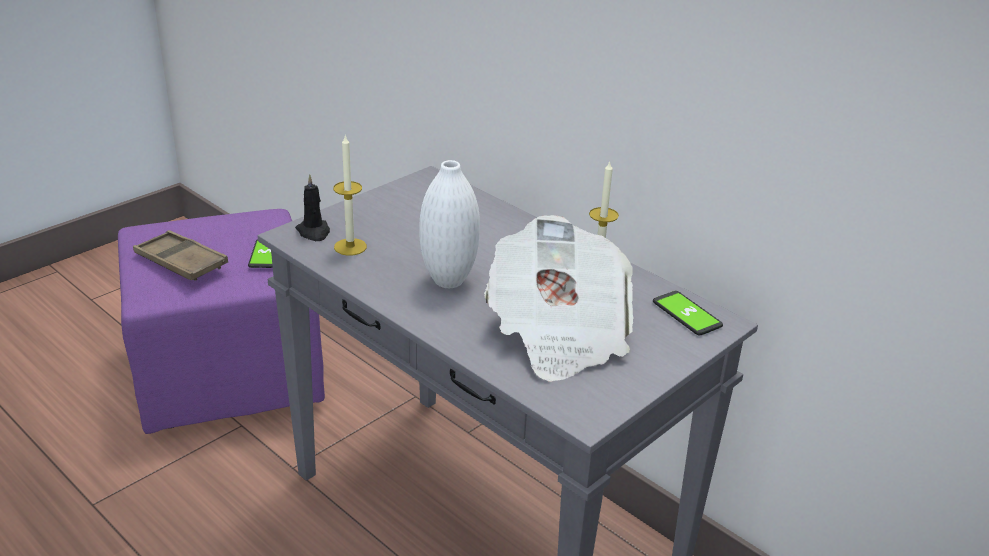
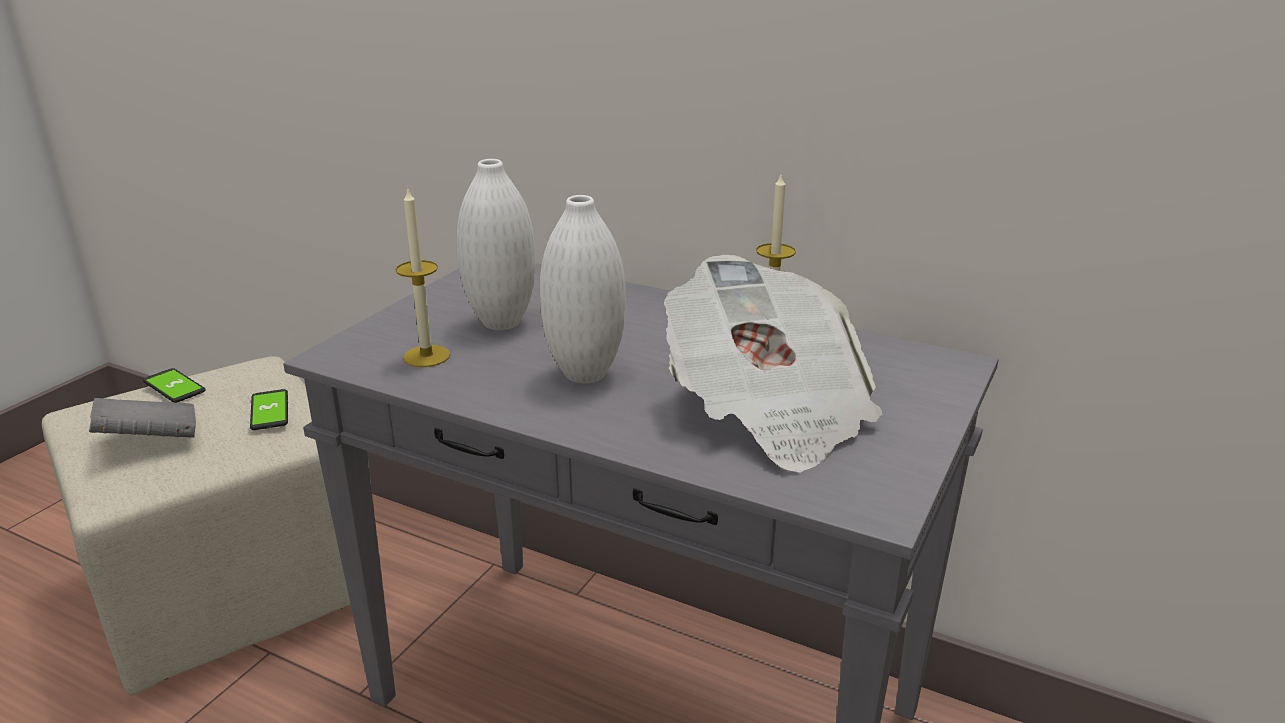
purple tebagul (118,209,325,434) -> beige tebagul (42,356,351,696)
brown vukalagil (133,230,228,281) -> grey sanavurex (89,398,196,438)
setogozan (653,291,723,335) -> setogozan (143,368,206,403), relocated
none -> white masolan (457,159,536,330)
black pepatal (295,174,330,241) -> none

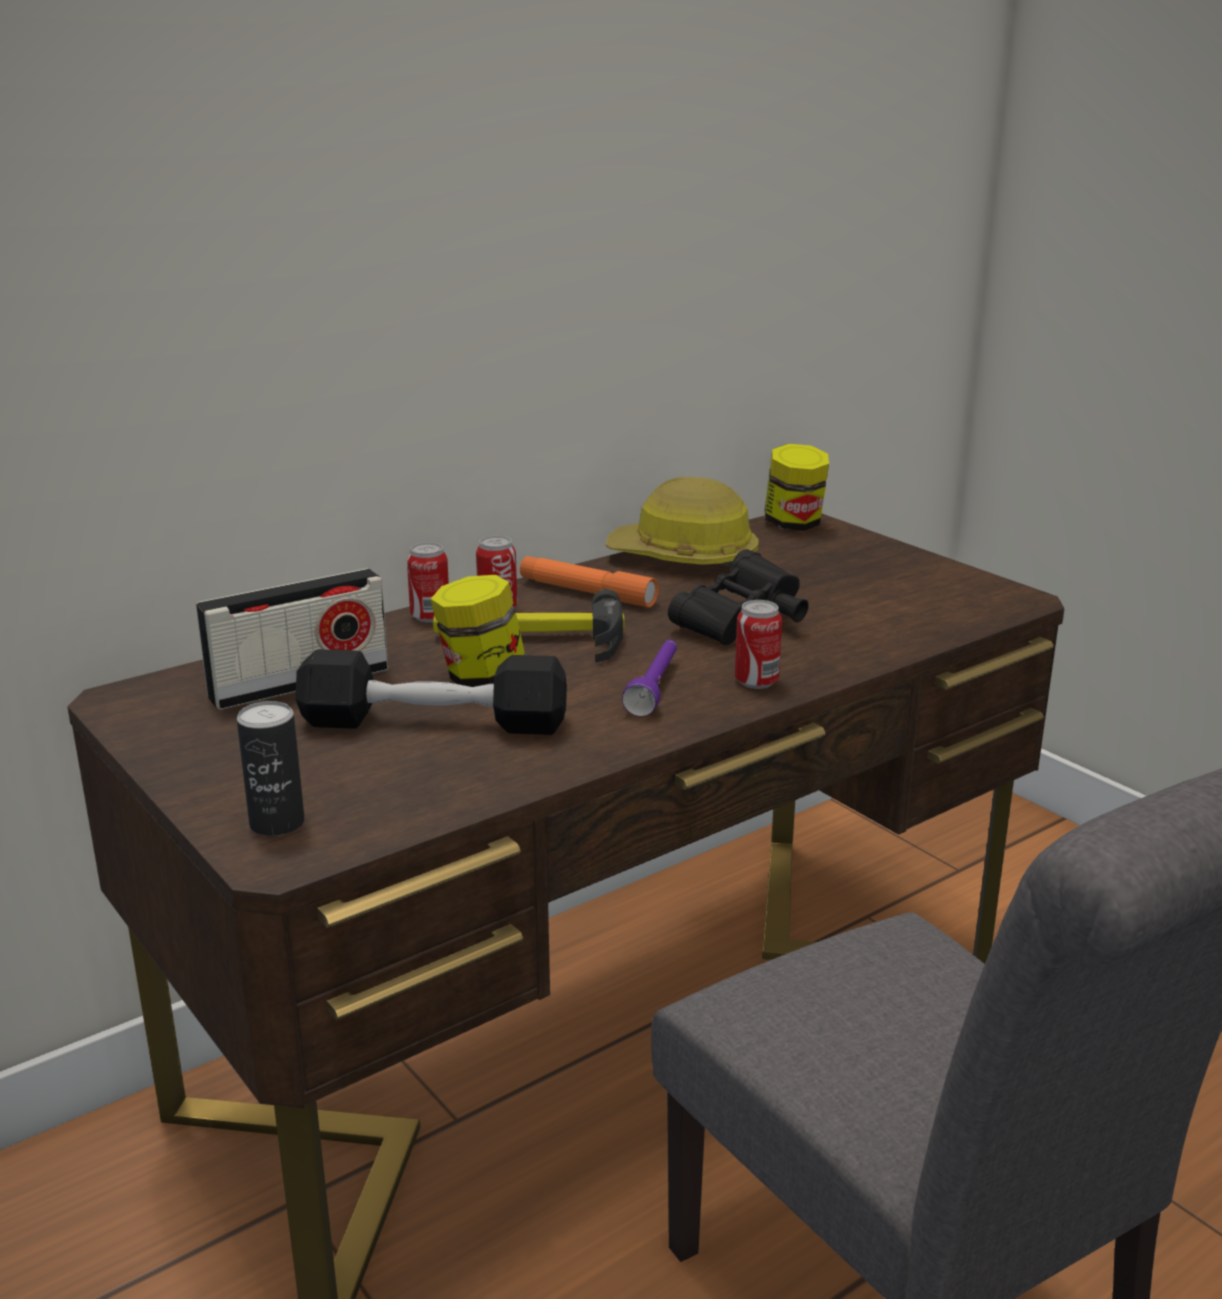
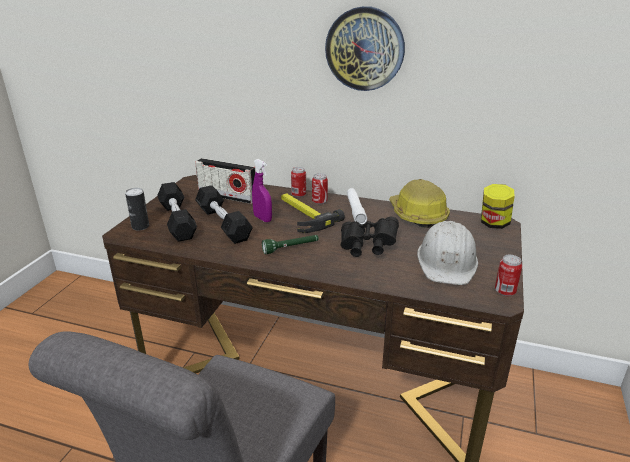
none -> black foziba (157,182,197,242)
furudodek (431,575,525,687) -> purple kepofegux (252,159,272,222)
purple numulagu (622,640,677,717) -> green numulagu (262,235,319,254)
none -> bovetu (325,6,405,91)
orange numulagu (520,556,659,608) -> white numulagu (347,188,367,224)
none -> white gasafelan (417,221,478,285)
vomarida (735,600,782,689) -> vomarida (495,255,522,296), relocated

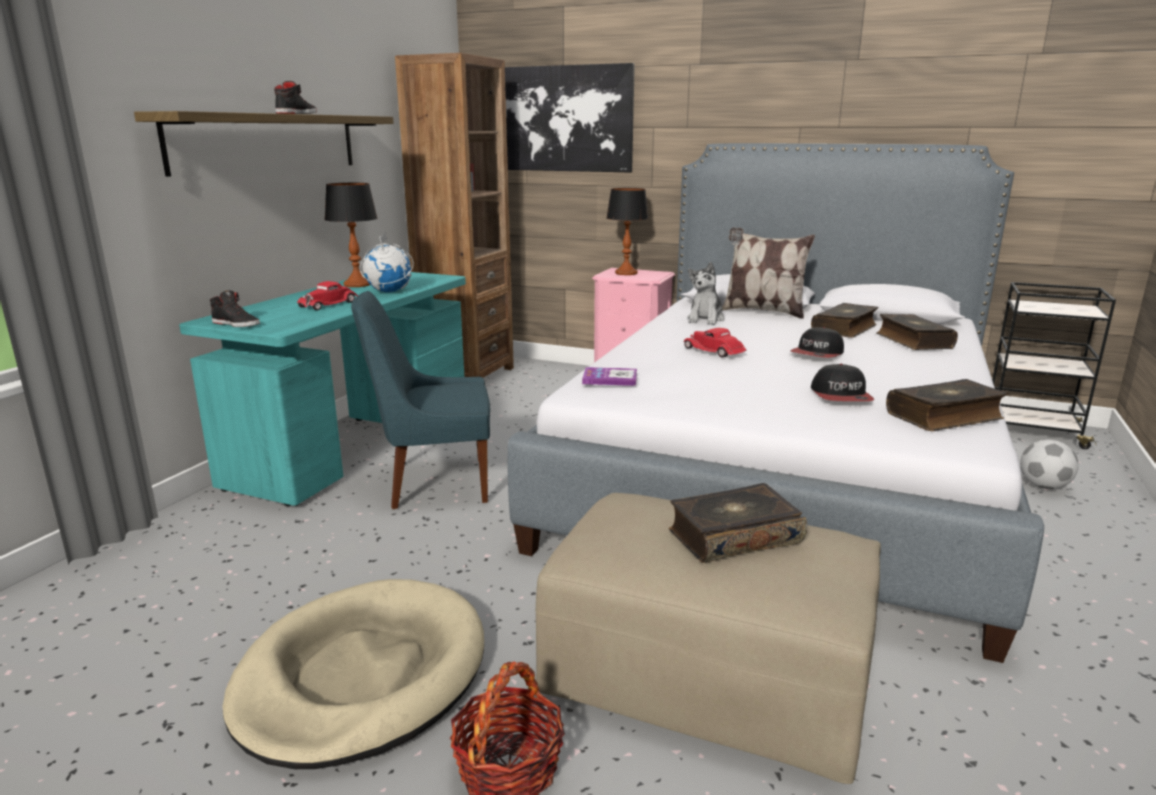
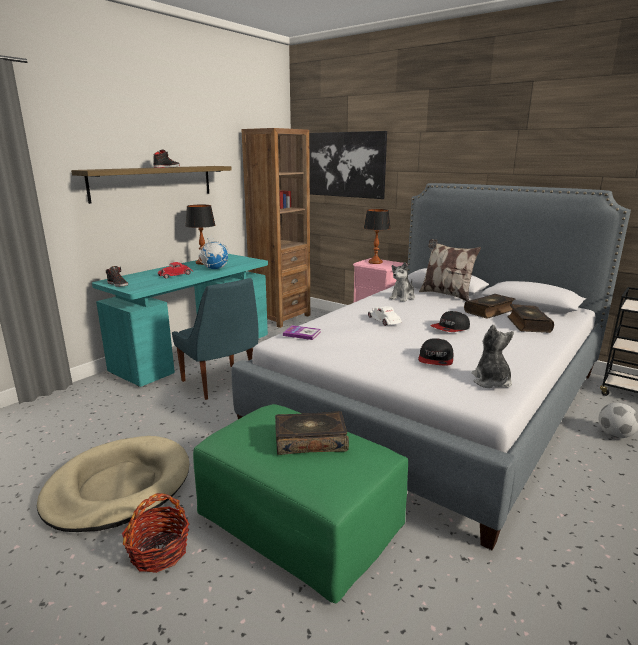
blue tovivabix (351,291,490,509) -> blue tovivabix (172,278,259,400), 135 degrees counterclockwise
beige tebagul (535,493,881,784) -> green tebagul (193,404,408,603)
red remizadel (684,328,747,358) -> white remizadel (368,306,402,326)
sanavurex (886,379,1008,431) -> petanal (472,324,514,388)

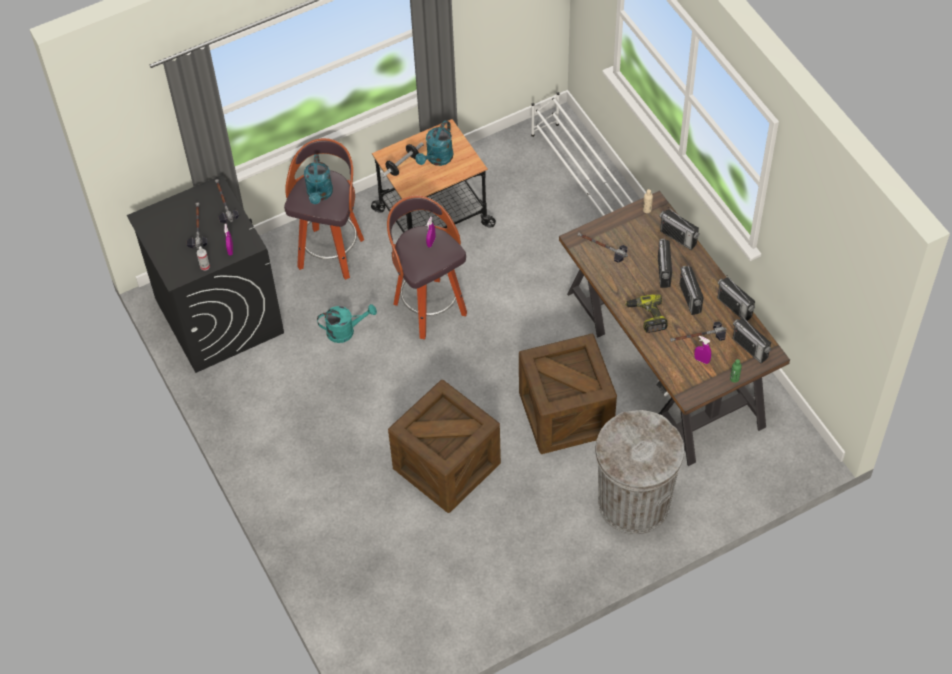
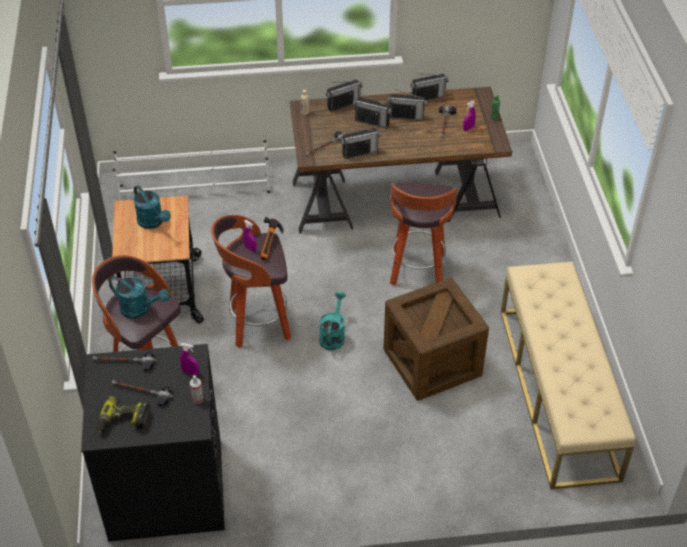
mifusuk (625,294,668,333) -> mifusuk (97,396,150,433), relocated
none -> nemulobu (260,217,284,260)
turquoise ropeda (317,304,377,343) -> turquoise ropeda (319,292,346,351), relocated
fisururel (733,316,771,363) -> fisururel (340,128,381,159), relocated
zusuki (519,334,617,454) -> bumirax (390,183,457,286)
none -> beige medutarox (501,261,636,489)
foziba (381,142,424,178) -> none
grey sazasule (595,410,684,535) -> none

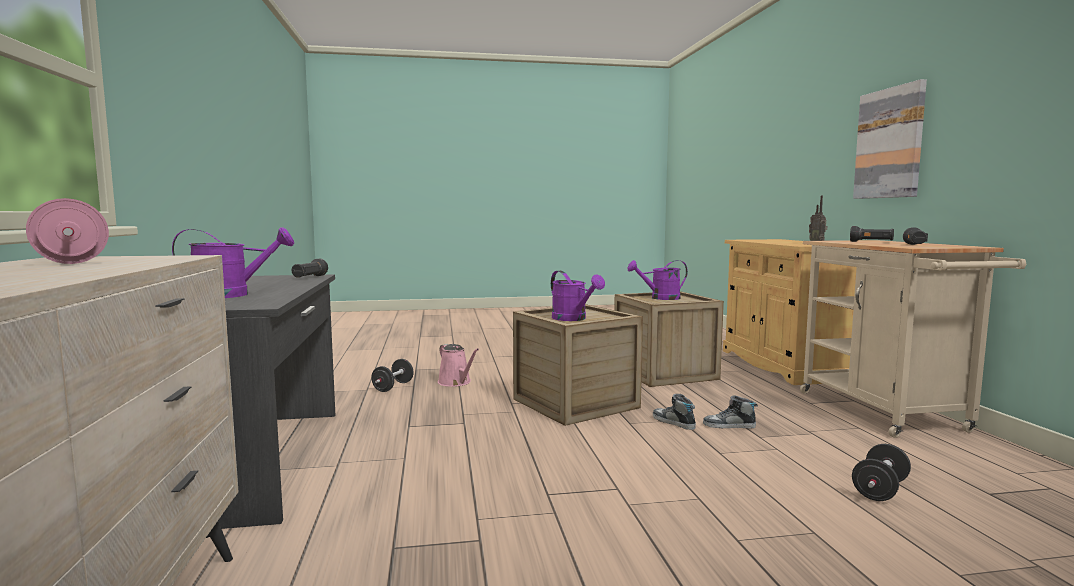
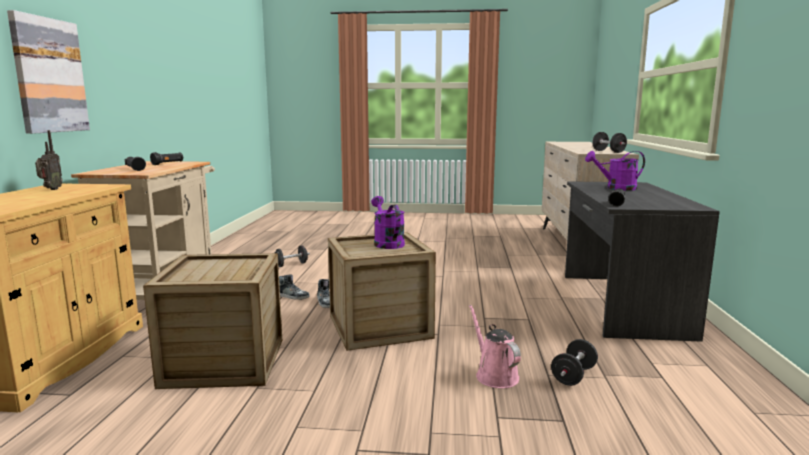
pink foziba (26,198,109,264) -> black foziba (592,132,627,153)
purple ropeda (627,260,688,300) -> none

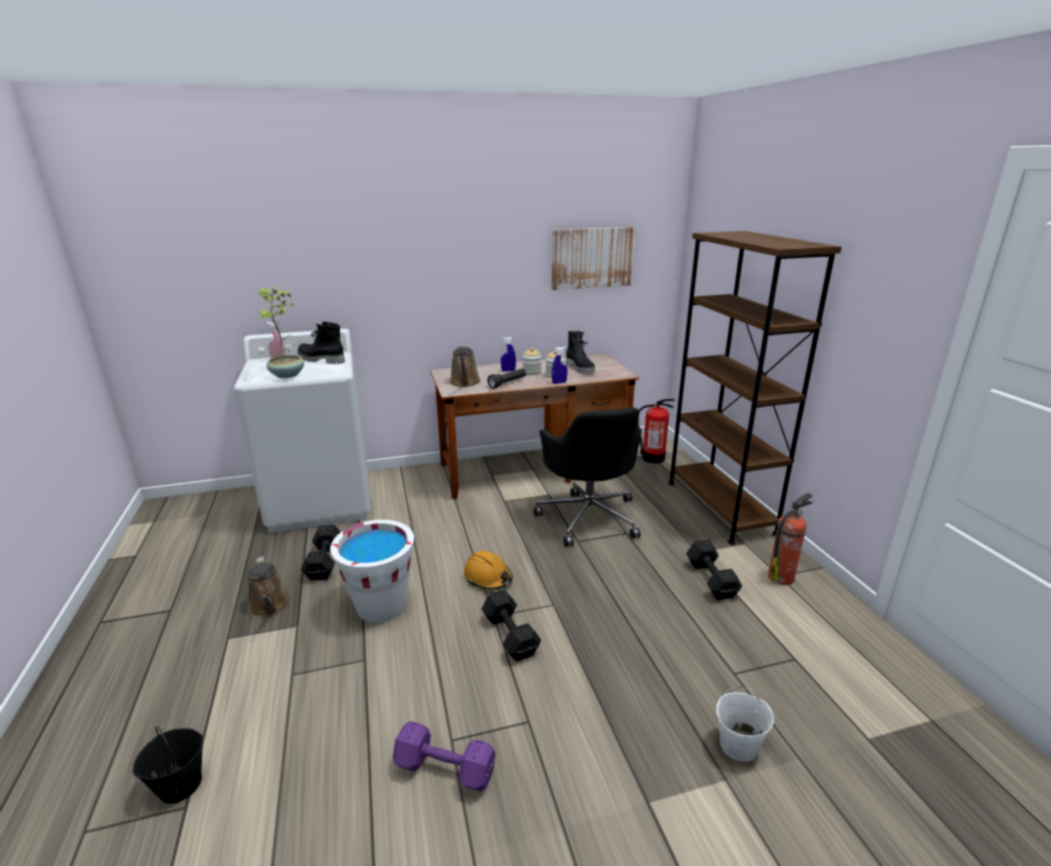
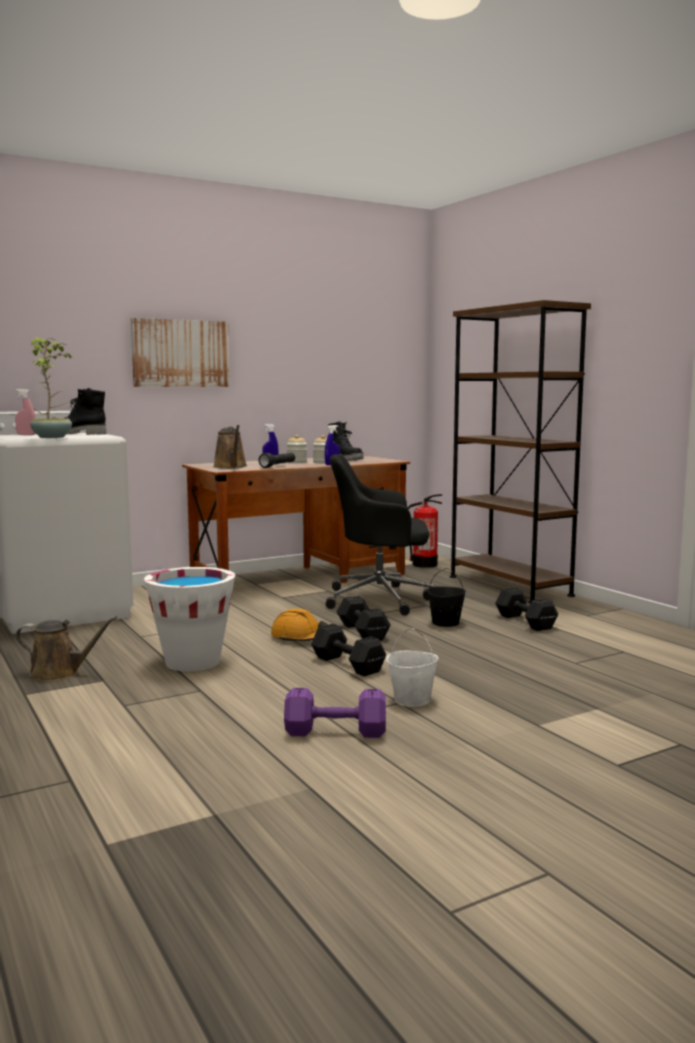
brown ropeda (248,556,291,617) -> brown ropeda (16,616,117,681), 45 degrees counterclockwise
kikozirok (552,227,636,290) -> kikozirok (131,318,230,387), relocated
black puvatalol (534,407,642,547) -> black puvatalol (326,454,433,616), 120 degrees clockwise
black foziba (301,525,341,581) -> black foziba (337,596,391,641), relocated
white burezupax (717,687,774,762) -> white burezupax (386,628,439,707), relocated
black burezupax (133,727,203,804) -> black burezupax (427,568,466,627), relocated
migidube (768,493,813,585) -> none

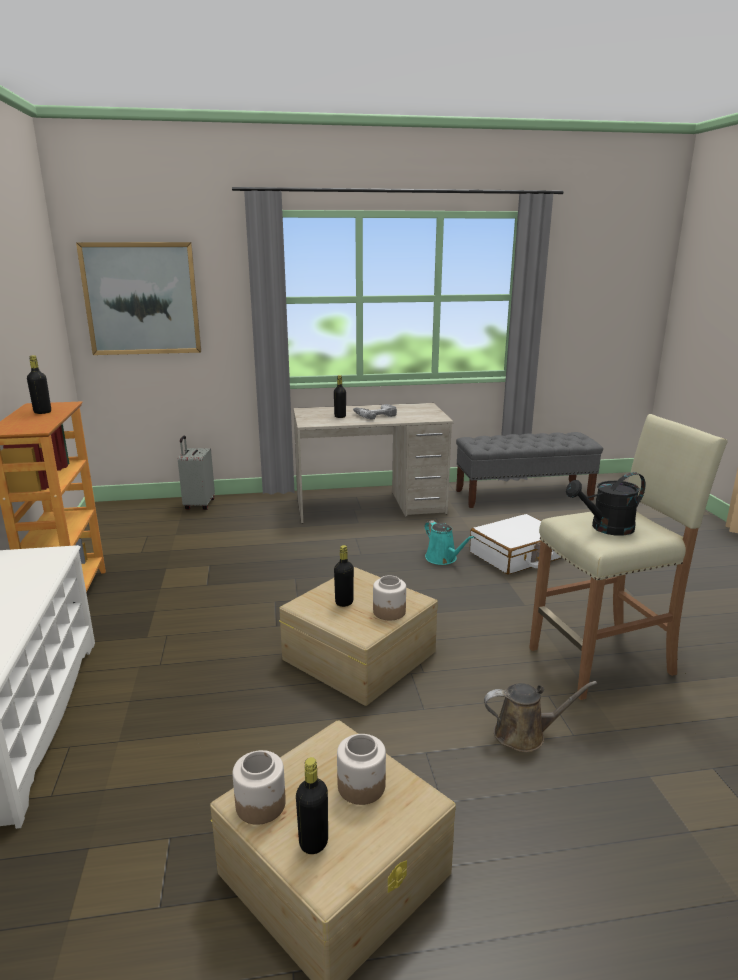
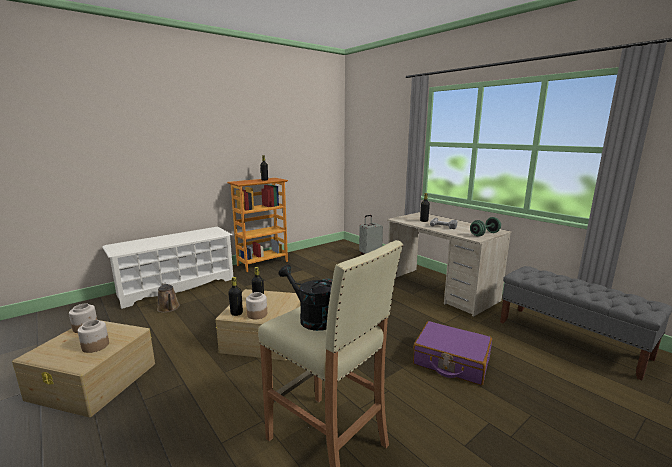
brown ropeda (484,681,597,752) -> brown ropeda (157,282,180,313), relocated
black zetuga (296,757,328,854) -> black zetuga (228,277,243,316), relocated
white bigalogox (470,514,562,574) -> purple bigalogox (413,321,492,385)
none -> green foziba (470,217,501,237)
kikozirok (76,242,201,355) -> none
turquoise ropeda (425,520,474,565) -> none

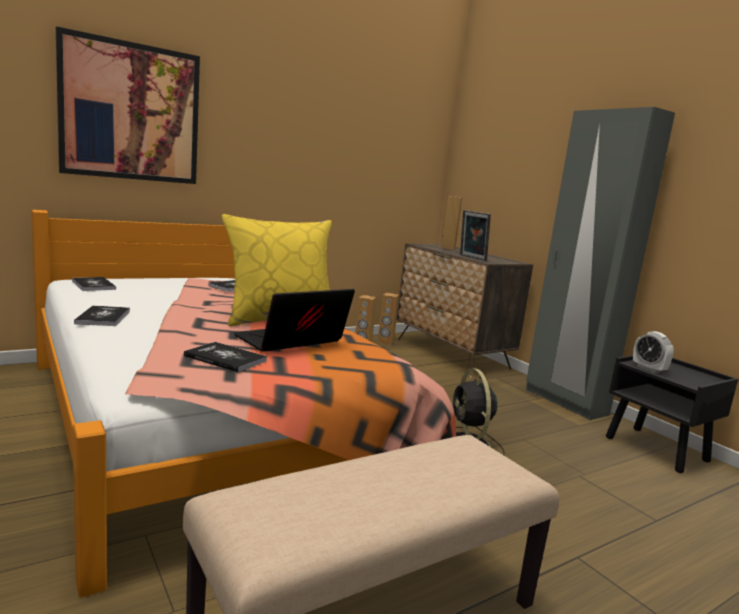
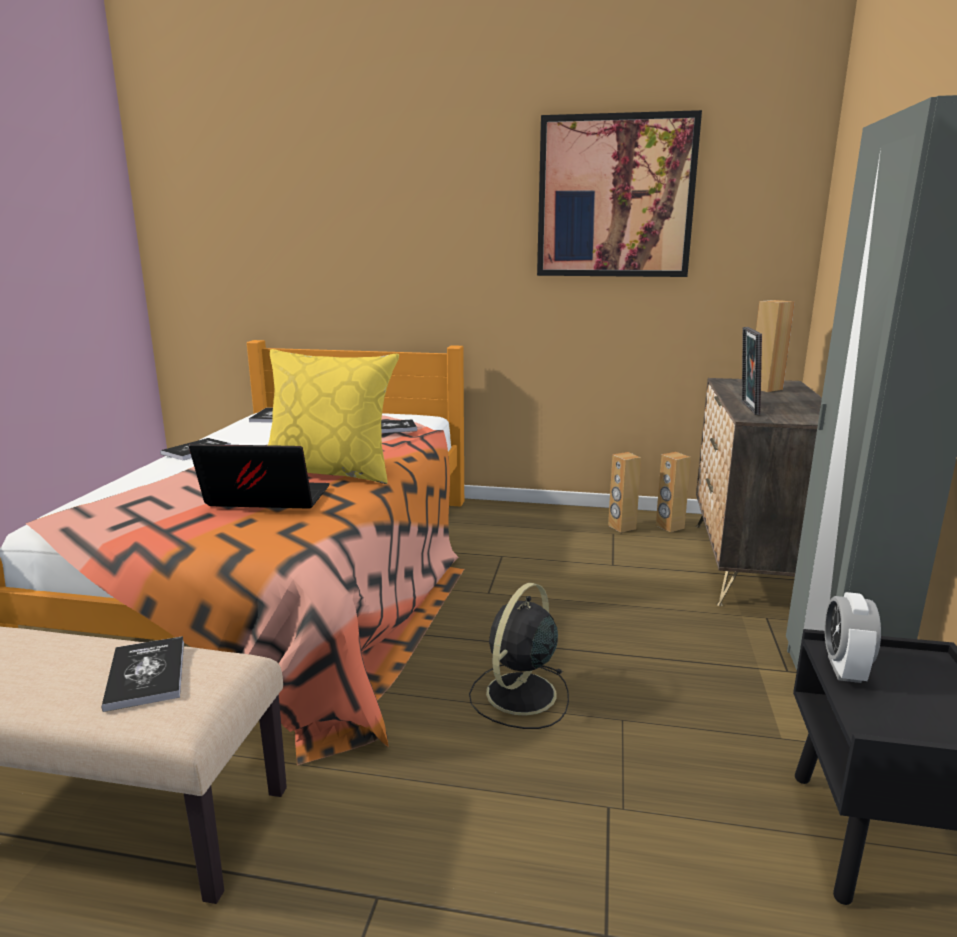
sanavurex (184,342,267,373) -> sanavurex (102,636,184,712), relocated
kikozirok (56,26,200,184) -> kikozirok (537,110,702,277), relocated

